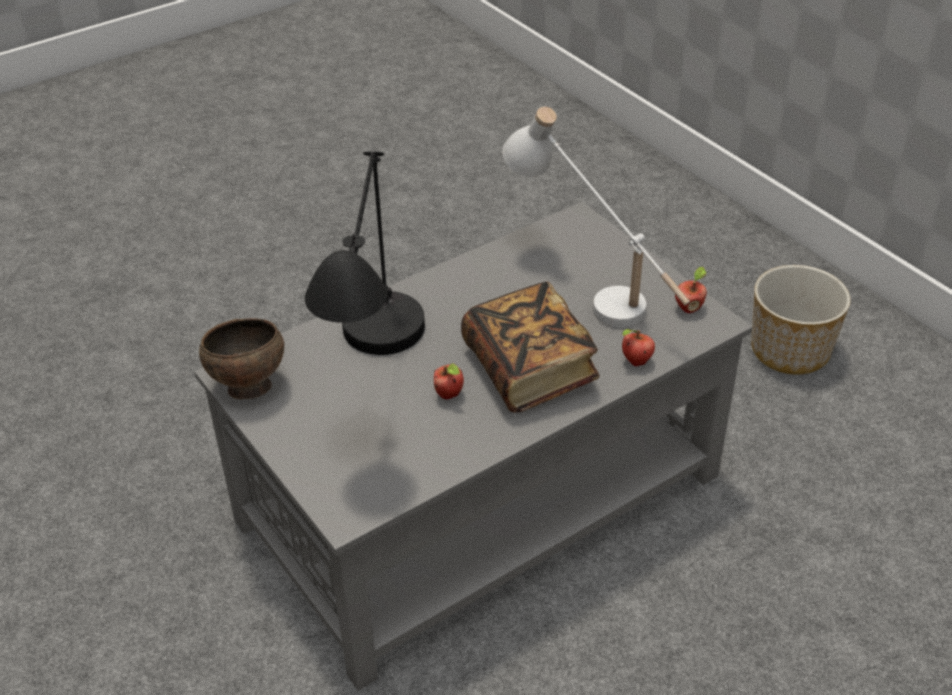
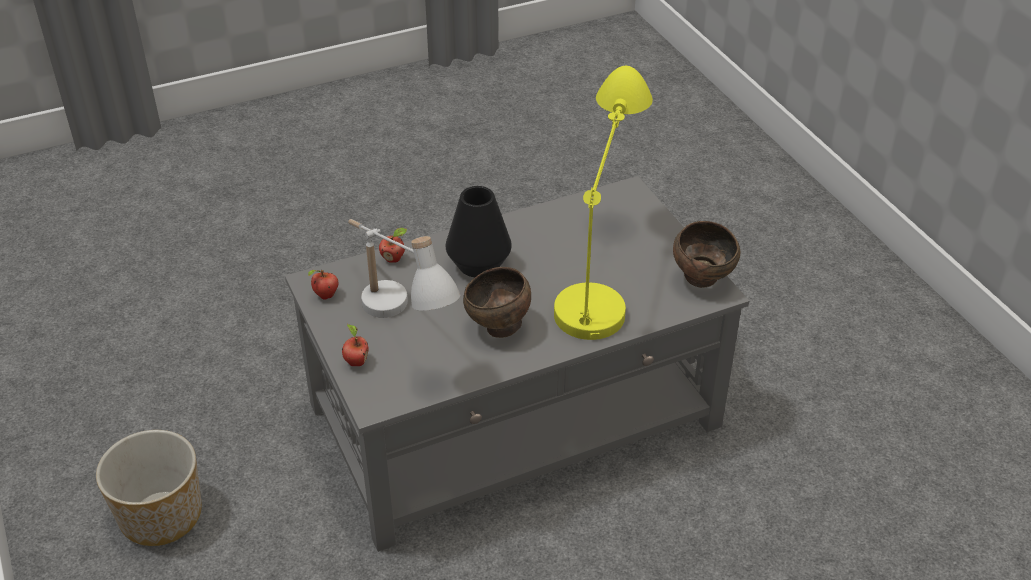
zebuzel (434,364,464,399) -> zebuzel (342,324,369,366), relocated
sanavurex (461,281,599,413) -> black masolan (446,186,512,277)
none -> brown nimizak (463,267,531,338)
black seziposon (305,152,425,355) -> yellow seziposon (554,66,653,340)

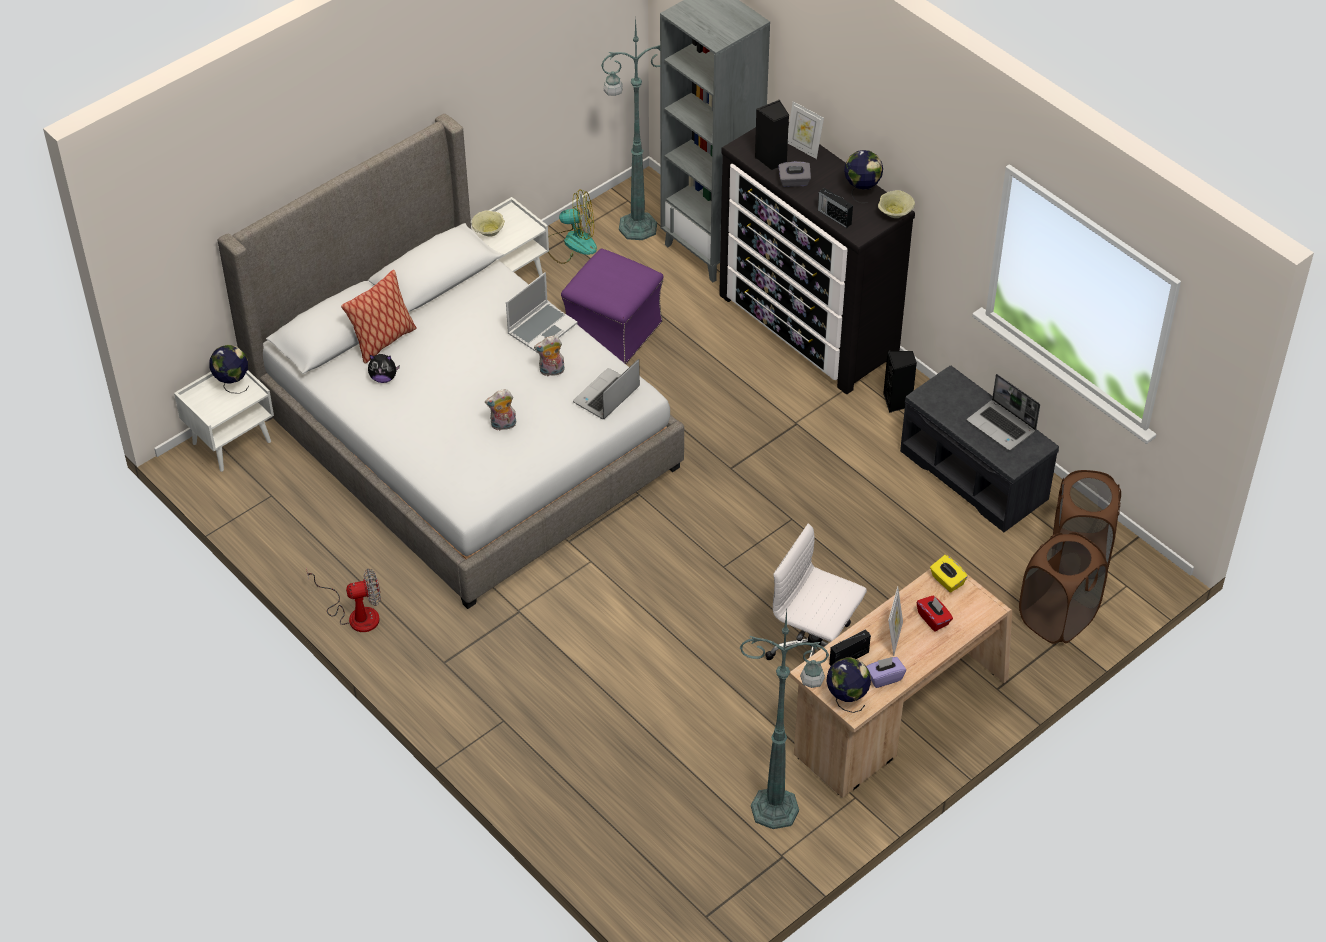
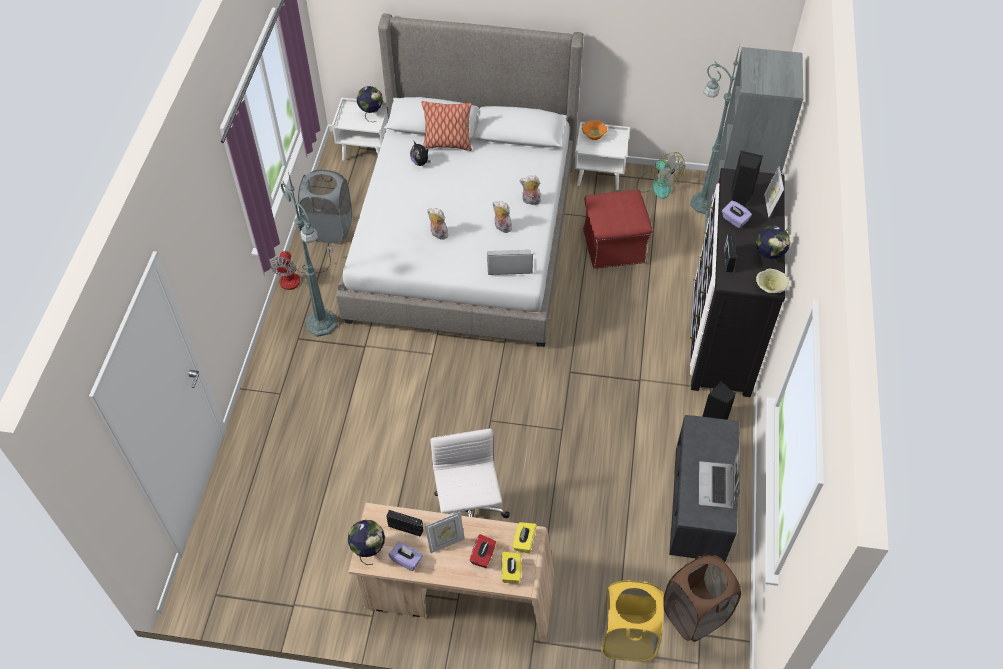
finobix (306,568,381,632) -> finobix (270,246,333,290), 60 degrees clockwise
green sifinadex (740,611,829,829) -> green sifinadex (281,172,338,337), relocated
none -> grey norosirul (298,169,352,243)
none -> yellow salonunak (501,552,521,583)
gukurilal (506,272,578,354) -> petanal (520,175,541,205)
beige nimizak (471,210,505,237) -> orange nimizak (582,120,608,140)
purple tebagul (561,248,663,364) -> red tebagul (583,190,653,269)
brown norosirul (1019,532,1108,644) -> yellow norosirul (602,580,664,662)
grey salonunak (778,162,811,187) -> purple salonunak (722,201,752,228)

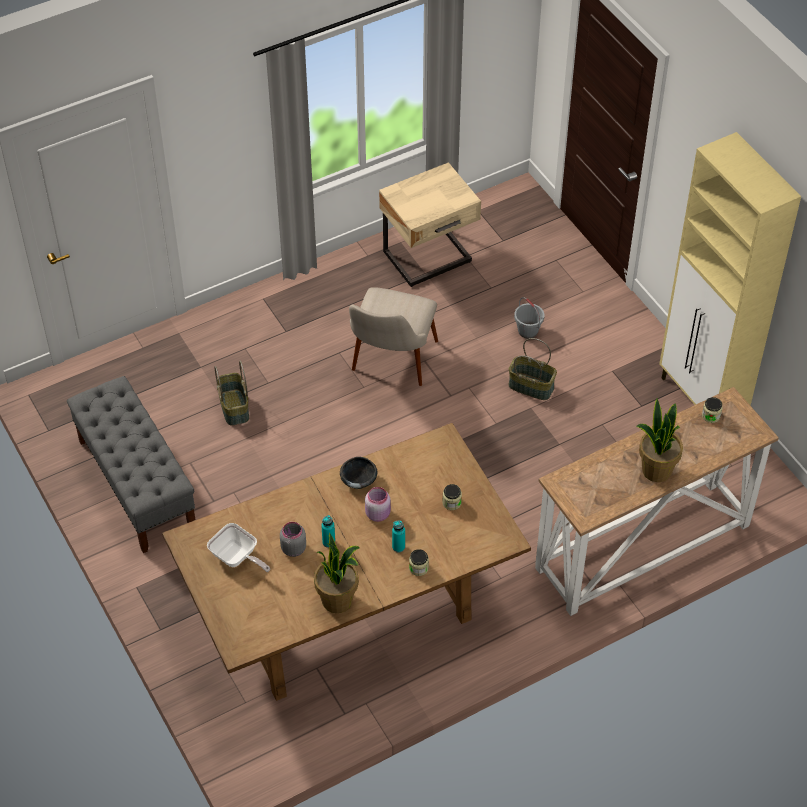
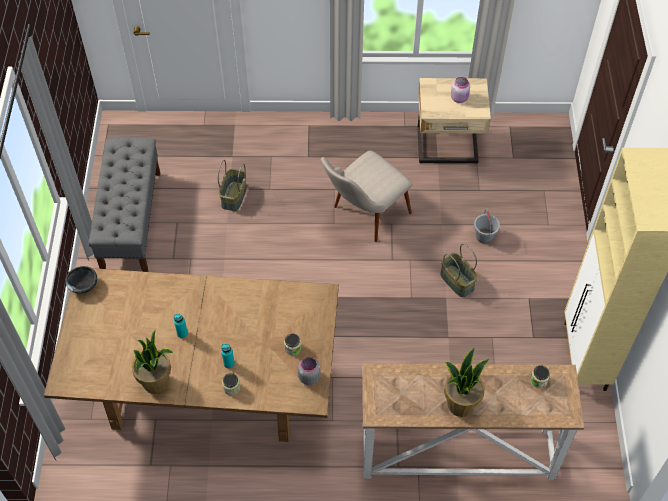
black nimizak (340,457,378,489) -> black nimizak (65,266,97,294), relocated
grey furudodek (280,522,306,557) -> grey furudodek (298,357,320,385), relocated
pink furudodek (365,487,391,522) -> pink furudodek (451,77,470,103), relocated
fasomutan (207,523,270,572) -> none

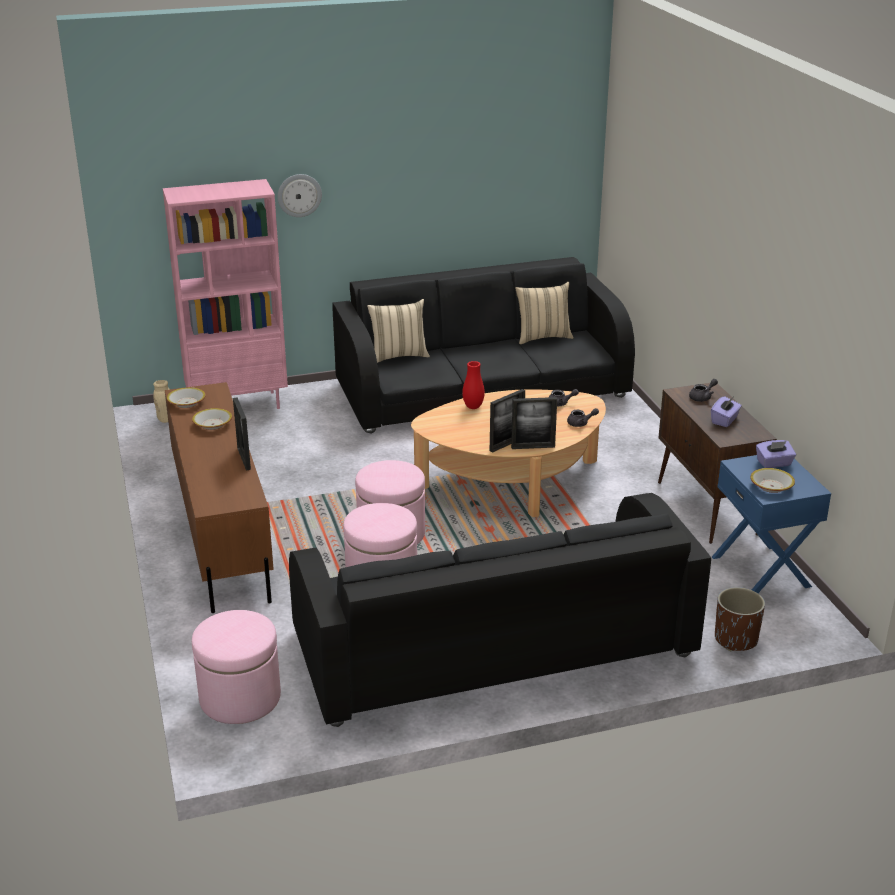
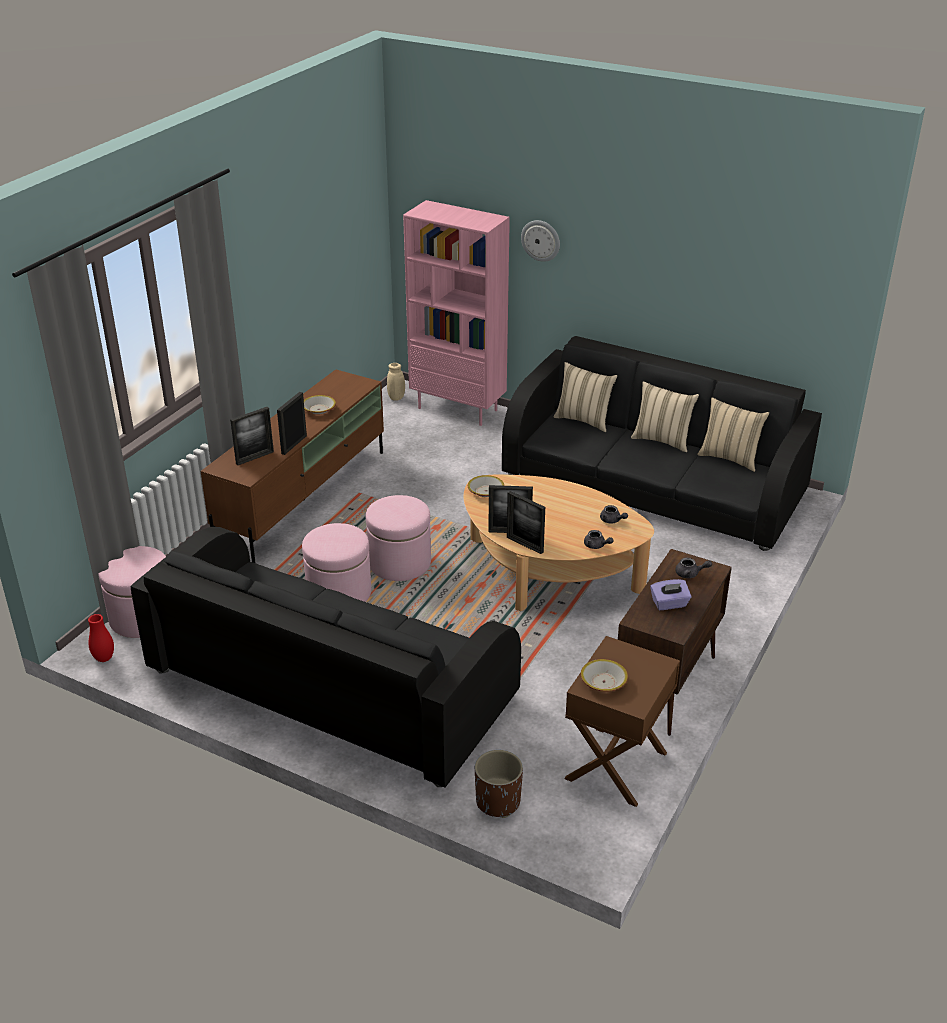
red masolan (462,361,485,409) -> red masolan (88,614,114,662), relocated
none -> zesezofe (230,407,274,465)
nimizak (167,387,206,408) -> nimizak (468,475,504,497), relocated
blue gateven (712,455,831,593) -> brown gateven (564,636,680,807)
none -> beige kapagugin (631,381,699,452)
purple salonunak (756,440,796,468) -> none

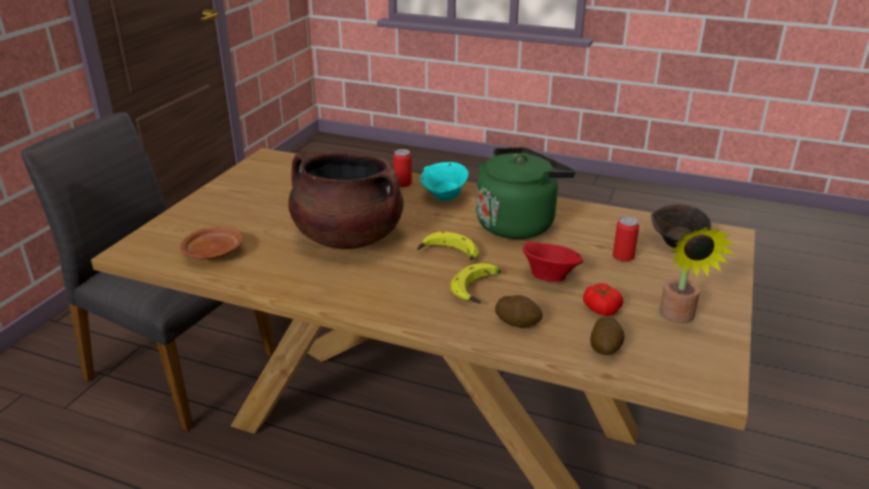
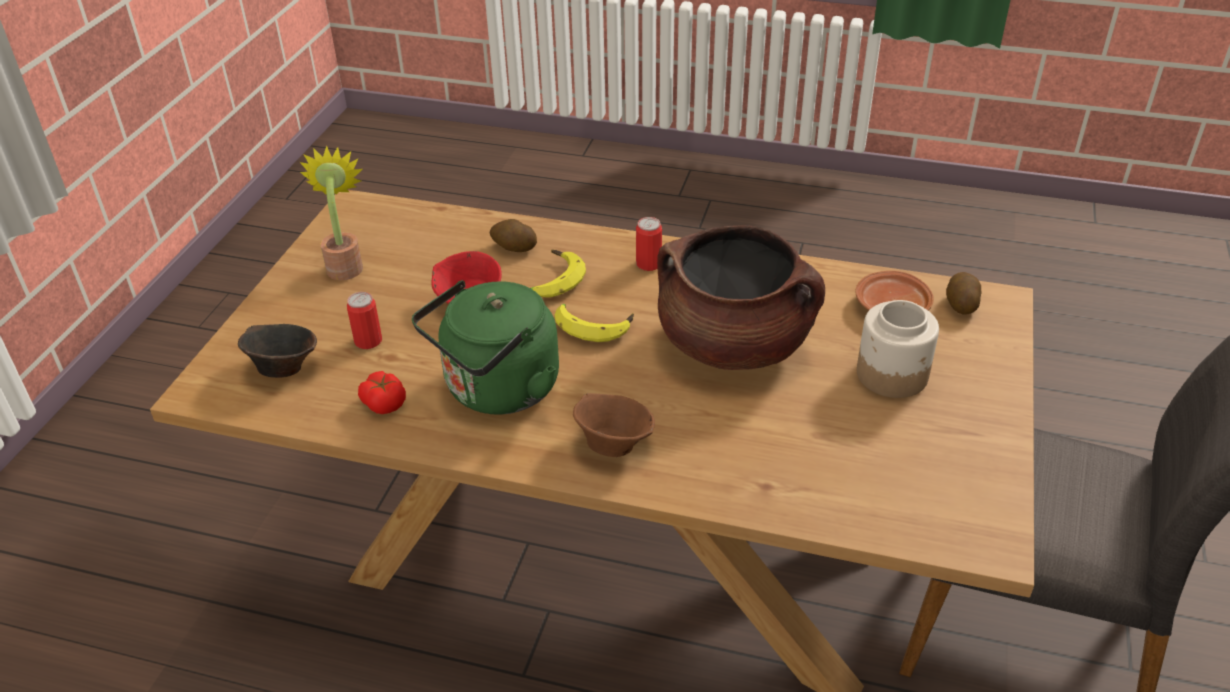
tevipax (583,283,623,316) -> tevipax (358,371,406,414), relocated
turquoise nimizak (420,162,469,201) -> brown nimizak (573,393,655,457)
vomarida (393,149,412,187) -> vomarida (636,217,662,271), relocated
none -> furudodek (857,300,939,398)
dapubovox (590,316,625,355) -> dapubovox (946,272,981,315), relocated

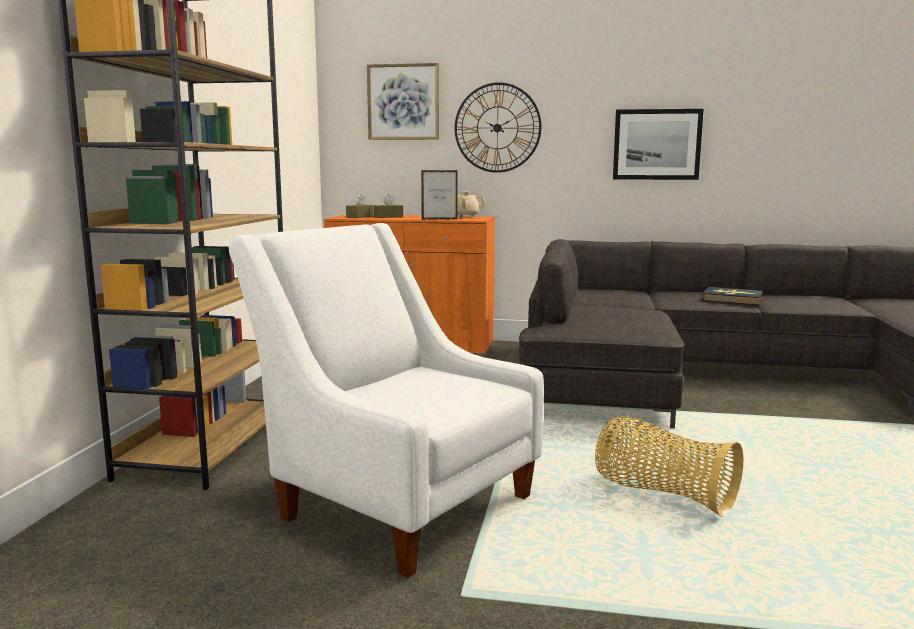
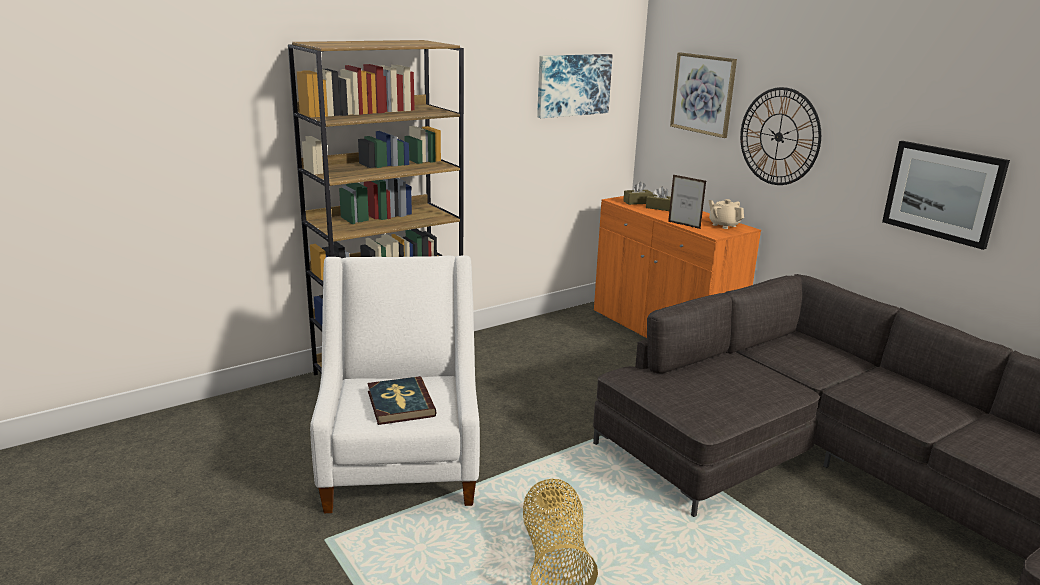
sanavurex (702,287,763,305) -> sanavurex (367,376,437,425), relocated
none -> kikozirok (537,54,613,118)

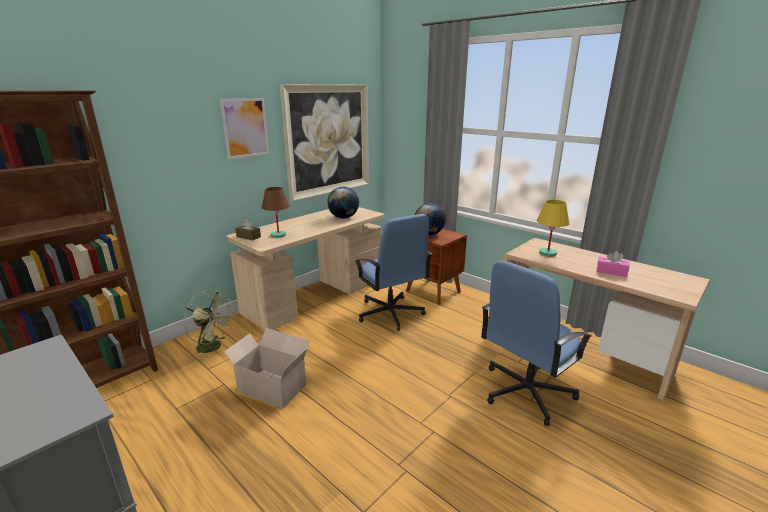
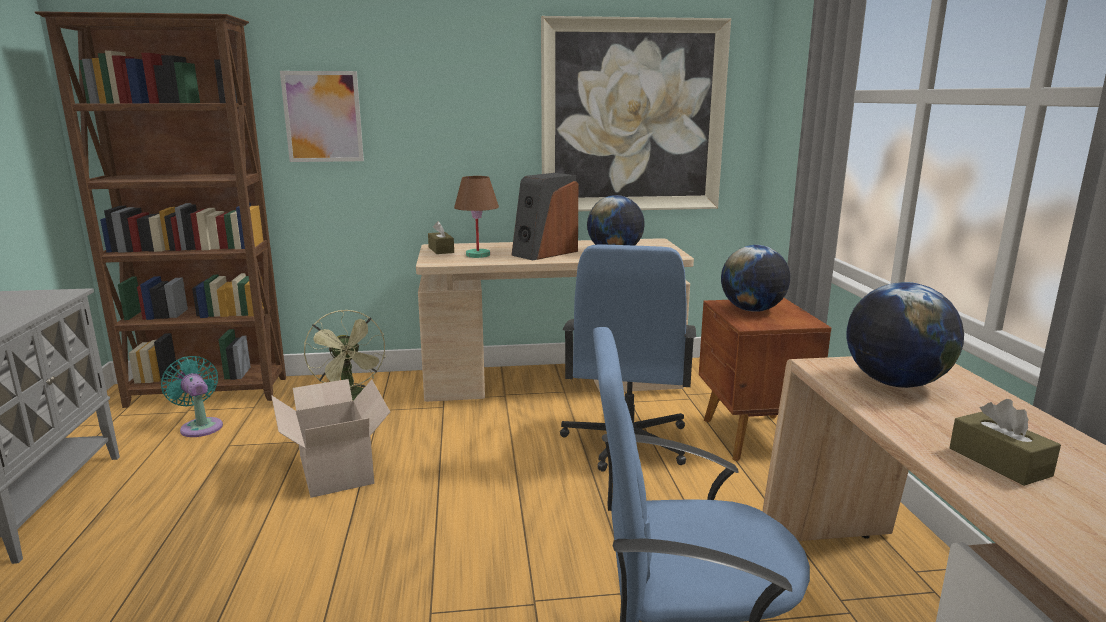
none -> turquoise finobix (161,356,223,437)
kikozirok (220,98,270,159) -> kikozirok (280,71,364,162), relocated
none -> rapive (511,173,578,260)
yellow seziposon (537,200,569,257) -> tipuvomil (846,282,964,388)
pink salonunak (597,251,630,277) -> brown salonunak (950,399,1061,486)

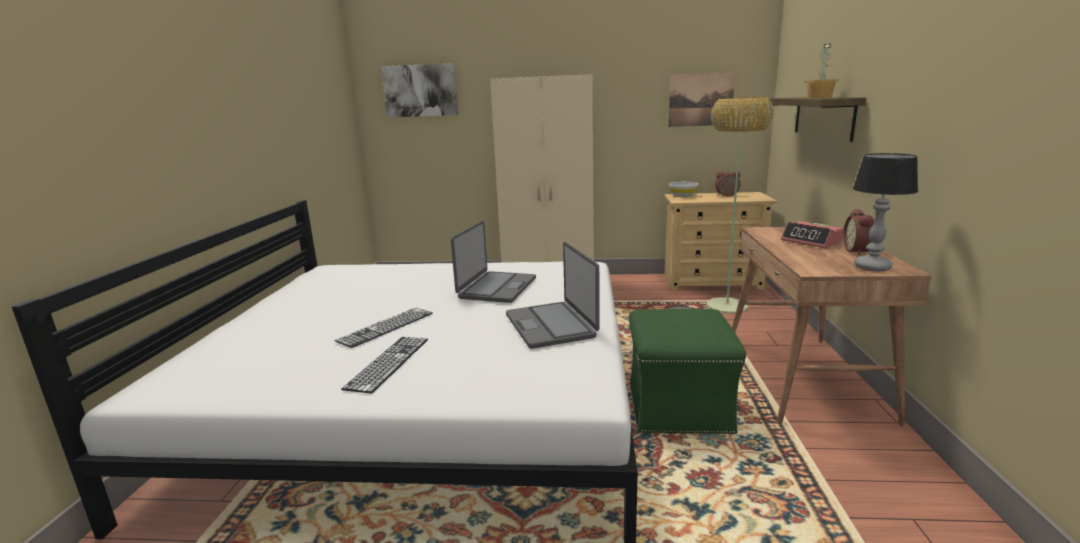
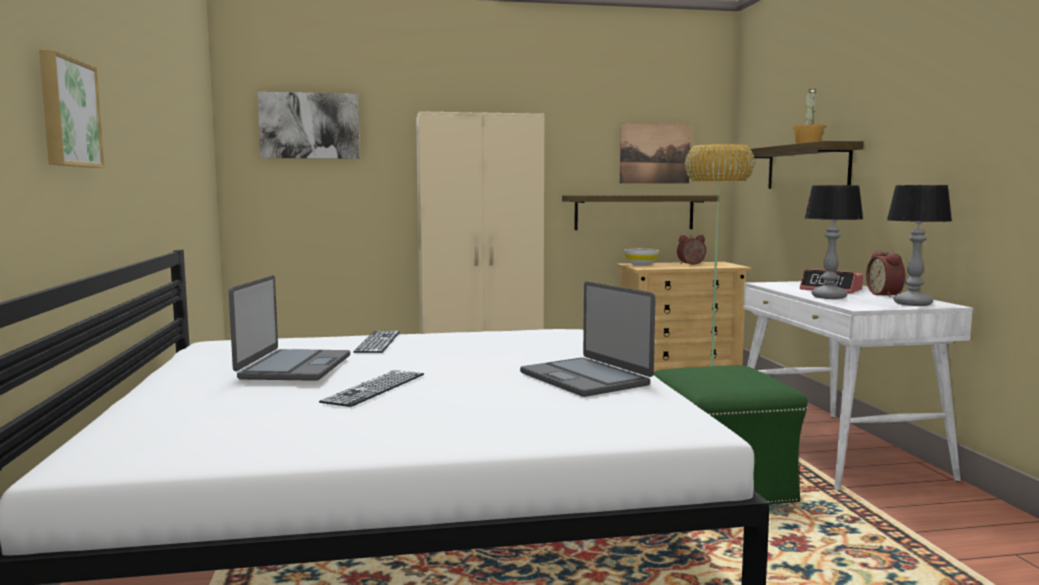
none -> kikozirok (39,50,104,168)
gukurilal (451,221,536,303) -> gukurilal (229,275,350,381), relocated
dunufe (341,337,428,394) -> dunufe (353,331,400,353), relocated
none -> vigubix (562,195,719,230)
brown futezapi (732,227,931,426) -> white futezapi (743,281,973,490)
none -> seziposon (805,185,863,299)

